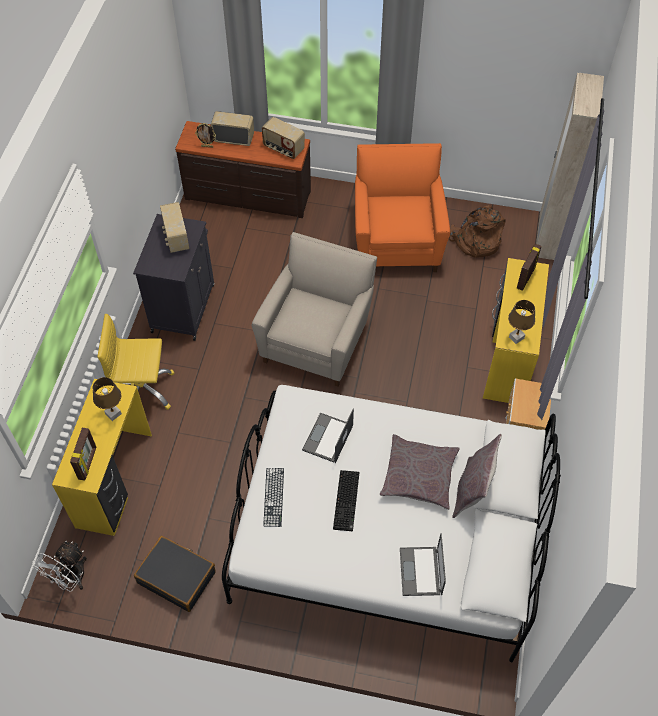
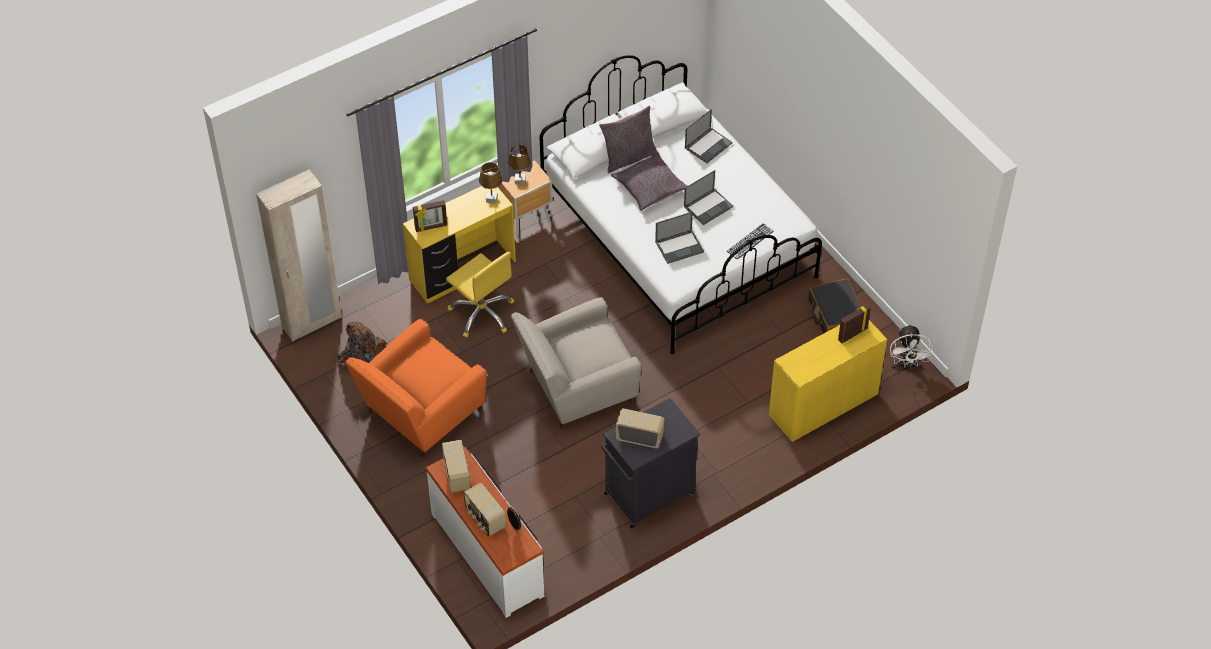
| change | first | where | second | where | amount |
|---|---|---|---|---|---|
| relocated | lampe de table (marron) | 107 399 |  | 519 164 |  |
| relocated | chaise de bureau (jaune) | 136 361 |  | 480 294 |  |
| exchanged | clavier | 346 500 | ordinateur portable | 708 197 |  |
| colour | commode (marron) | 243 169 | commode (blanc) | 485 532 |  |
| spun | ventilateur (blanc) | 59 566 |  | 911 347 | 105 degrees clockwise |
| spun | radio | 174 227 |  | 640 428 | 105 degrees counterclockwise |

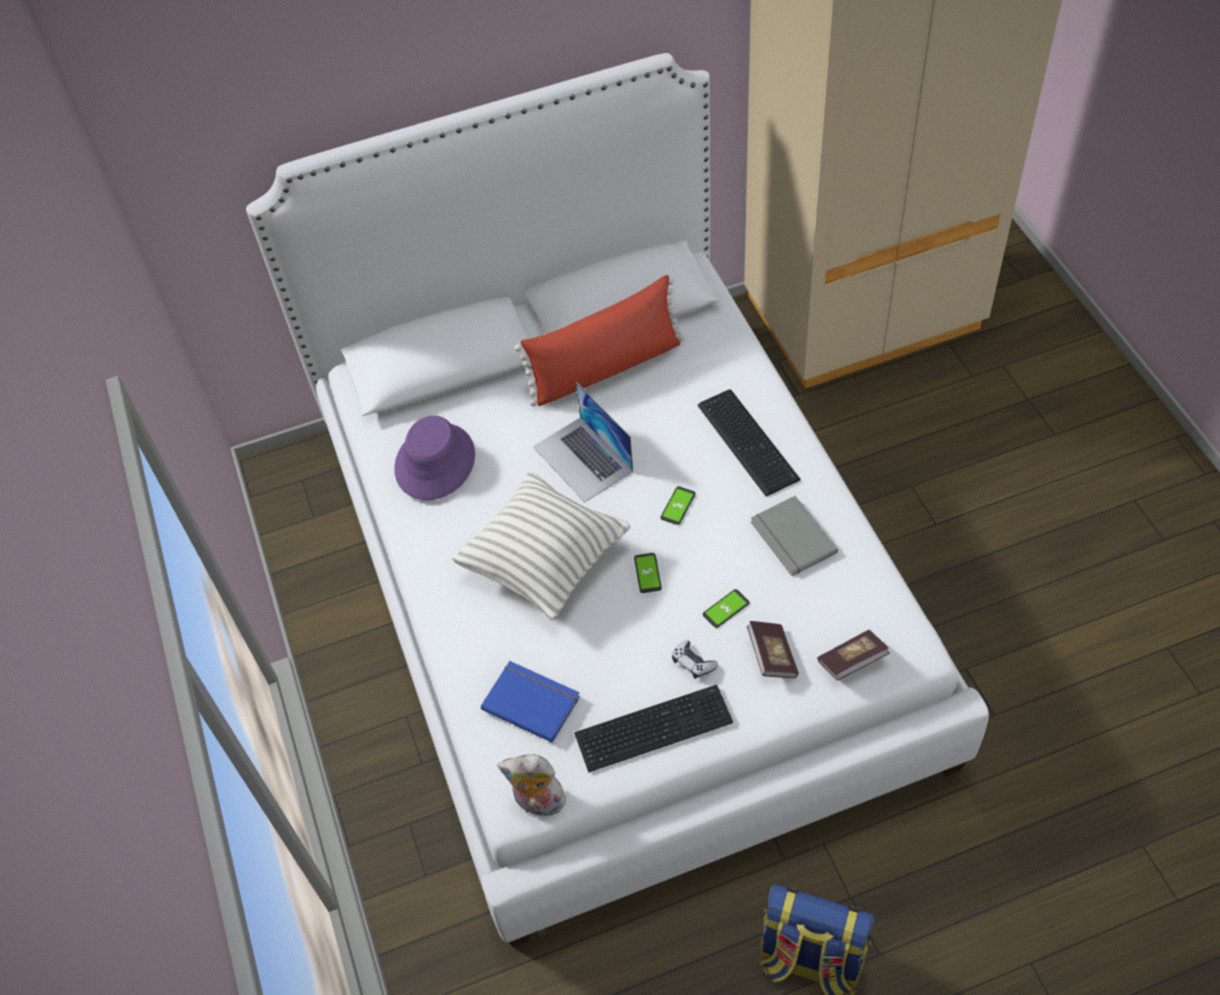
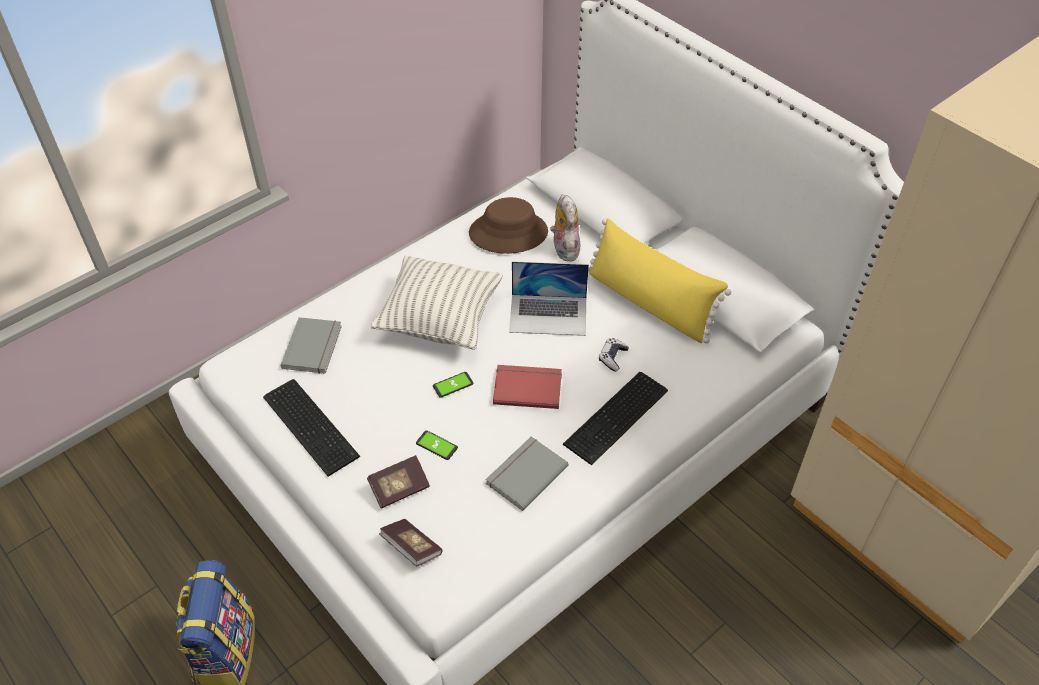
| change | first | where | second | where | amount |
|---|---|---|---|---|---|
| relocated | peluche | 531 785 |  | 565 227 |  |
| relocated | manette | 695 659 |  | 614 354 |  |
| exchanged | téléphone | 678 505 | livre (rouge) | 527 387 |  |
| colour | chapeau (violet) | 434 458 | chapeau (marron) | 508 225 |  |
| colour | livre (bleu) | 530 702 | livre (gris) | 311 345 |  |
| colour | coussin (rouge) | 599 340 | coussin (jaune) | 659 280 |  |
| spun | ordinateur portable | 583 442 |  | 549 299 | 120 degrees counterclockwise |

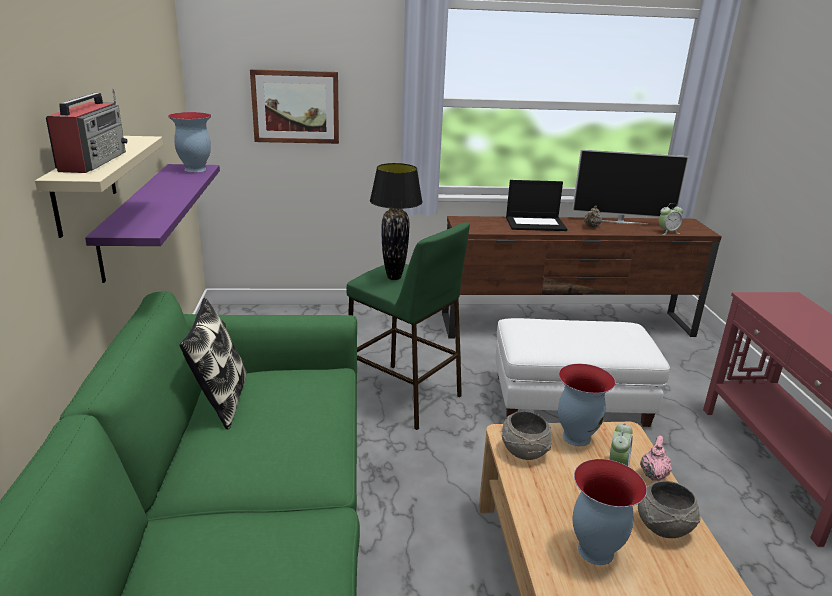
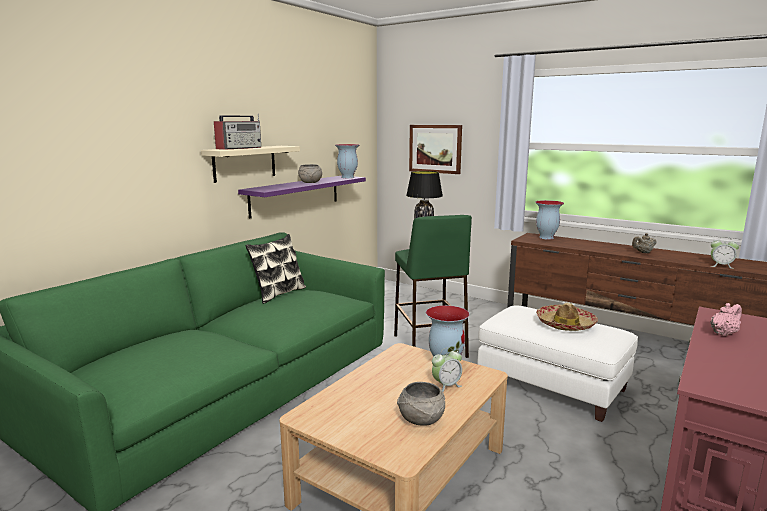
| change | first | where | second | where | amount |
|---|---|---|---|---|---|
| missing | ordinateur portable | 536 205 |  |  |  |
| missing | téléviseur | 630 186 |  |  |  |
| appeared |  |  | chapeau | 567 317 |  |
| relocated | bol (gris) | 527 435 |  | 310 173 |  |
| relocated | vase | 610 512 |  | 549 220 |  |
| relocated | théière (rose) | 656 458 |  | 726 319 |  |

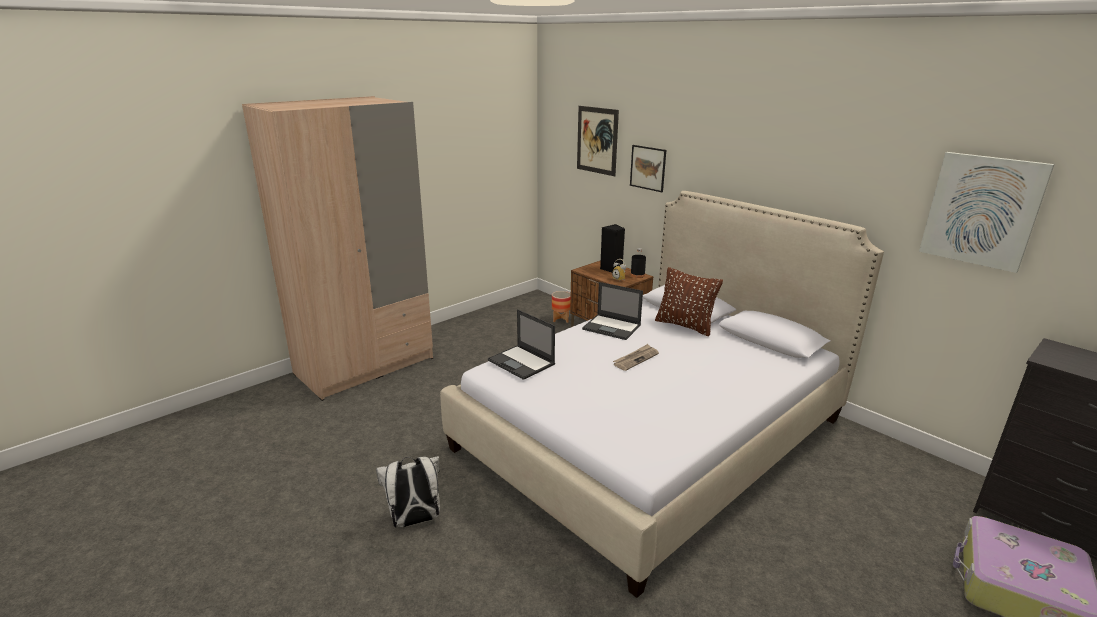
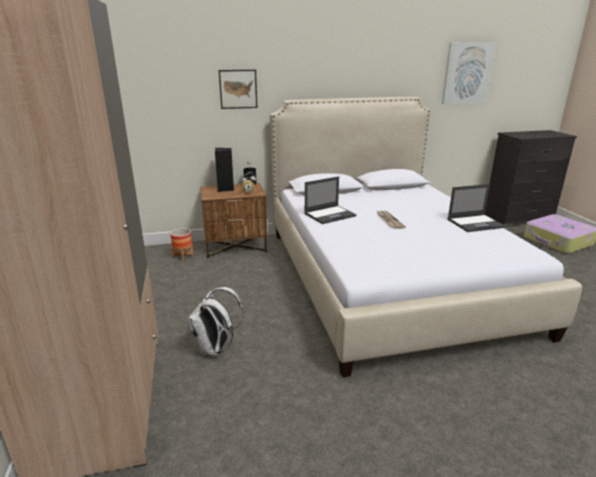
| change | first | where | second | where | amount |
|---|---|---|---|---|---|
| missing | tableau | 598 141 |  |  |  |
| missing | coussin (marron) | 689 301 |  |  |  |
| relocated | sac à dos (blanc) | 408 492 |  | 216 321 |  |
| relocated | ordinateur portable | 521 344 |  | 477 208 |  |

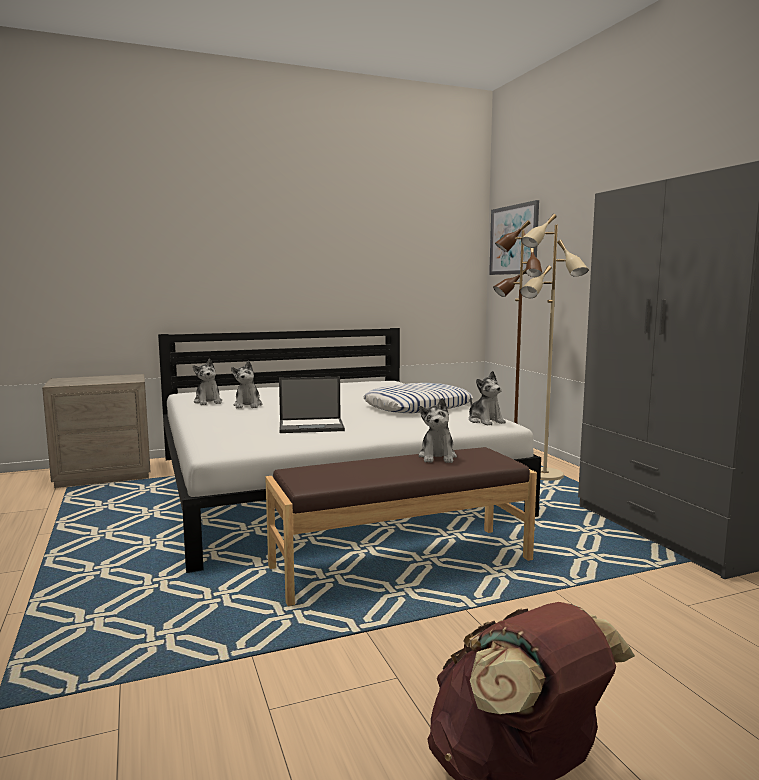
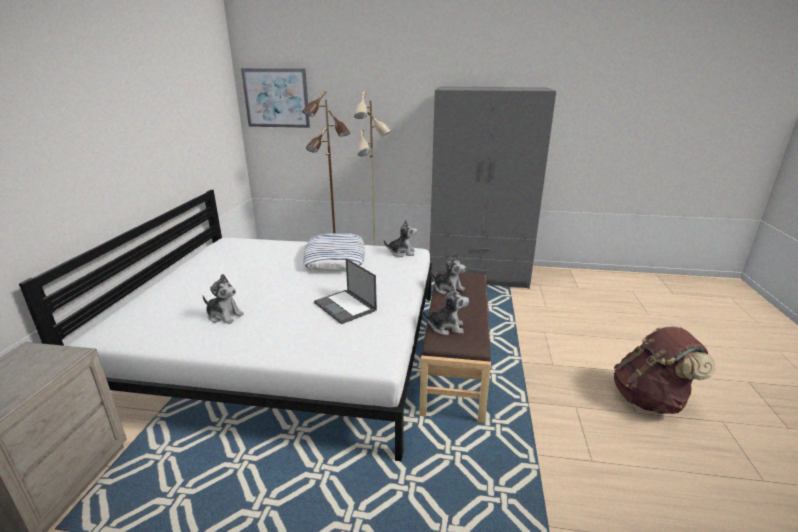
| change | first | where | second | where | amount |
|---|---|---|---|---|---|
| relocated | peluche | 207 382 |  | 445 310 |  |
| spun | ordinateur portable | 312 405 |  | 345 291 | 120 degrees clockwise |

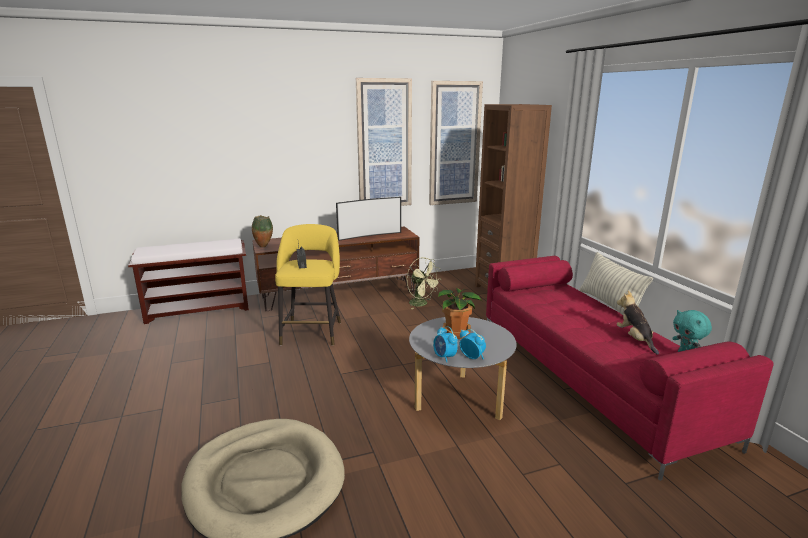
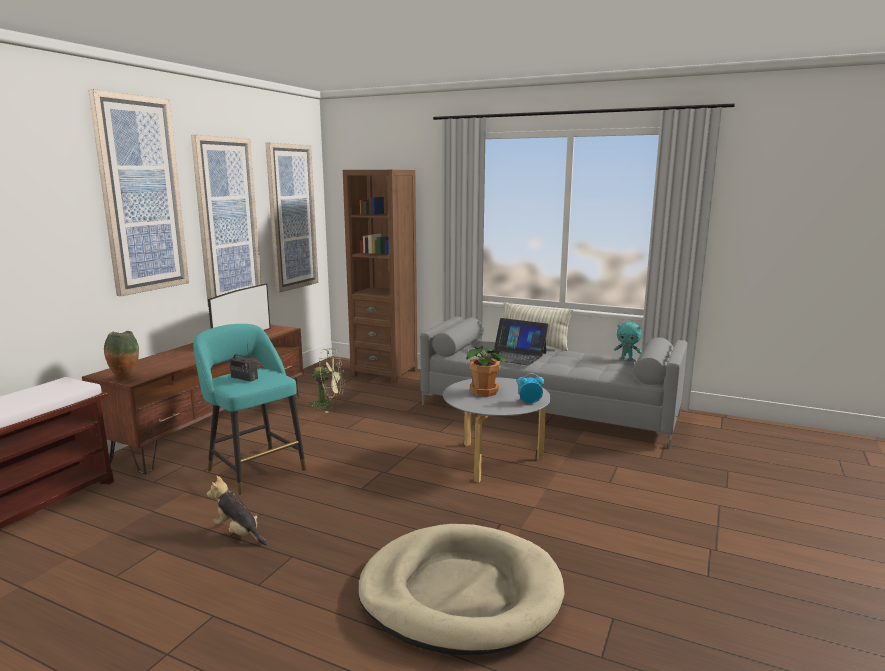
| change | first | where | second | where | amount |
|---|---|---|---|---|---|
| missing | réveil | 445 344 |  |  |  |
| appeared |  |  | tableau | 138 192 |  |
| appeared |  |  | ordinateur portable | 514 342 |  |
| relocated | peluche | 638 322 |  | 237 510 |  |
| colour | tabouret (jaune) | 308 285 | tabouret (turquoise) | 249 409 |  |
| colour | canapé (rouge) | 629 368 | canapé (gris) | 554 382 |  |

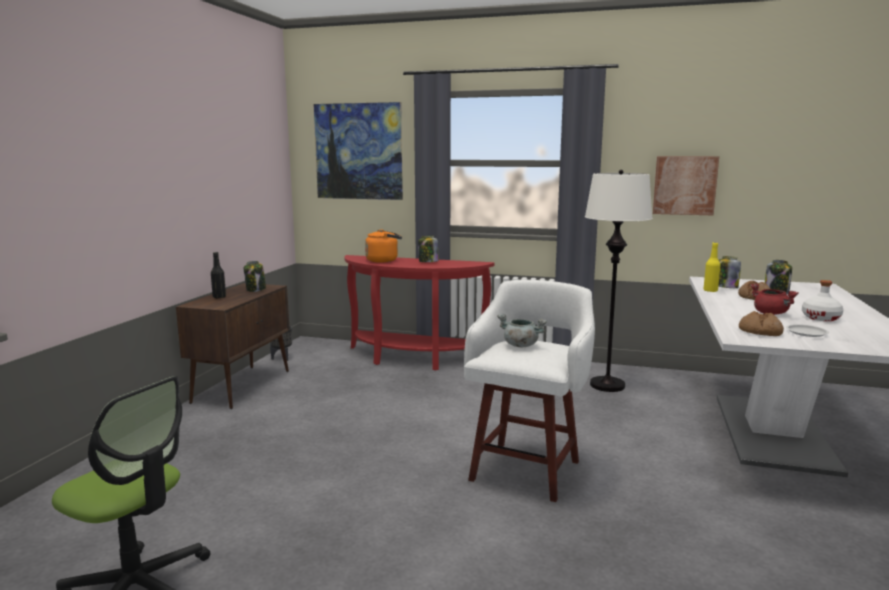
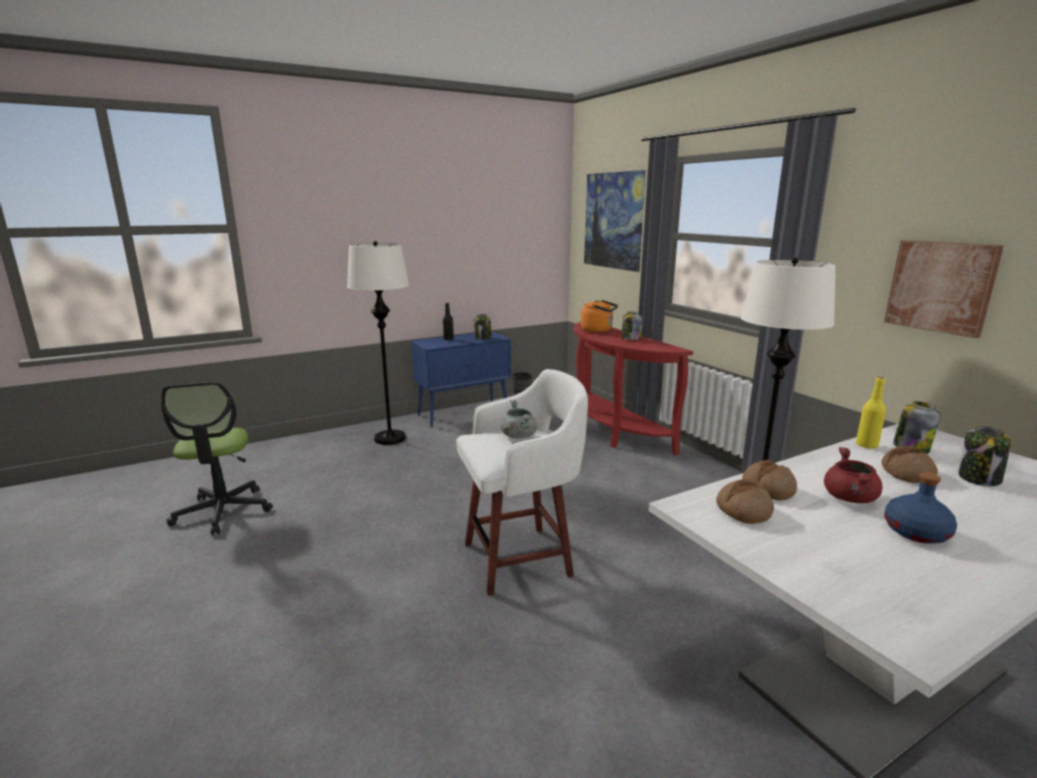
| change | first | where | second | where | amount |
|---|---|---|---|---|---|
| missing | assiette (blanc) | 807 330 |  |  |  |
| appeared |  |  | lampadaire (blanc) | 378 343 |  |
| appeared |  |  | pain | 769 480 |  |
| colour | meuble de rangement (marron) | 233 346 | meuble de rangement (bleu) | 461 379 |  |
| colour | bouteille (blanc) | 822 300 | bouteille (bleu) | 920 508 |  |

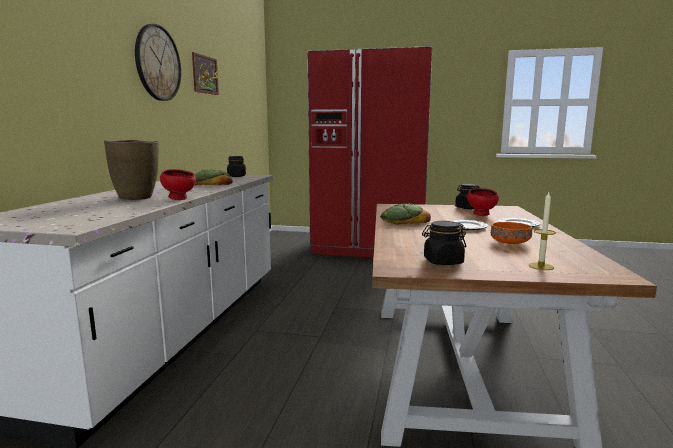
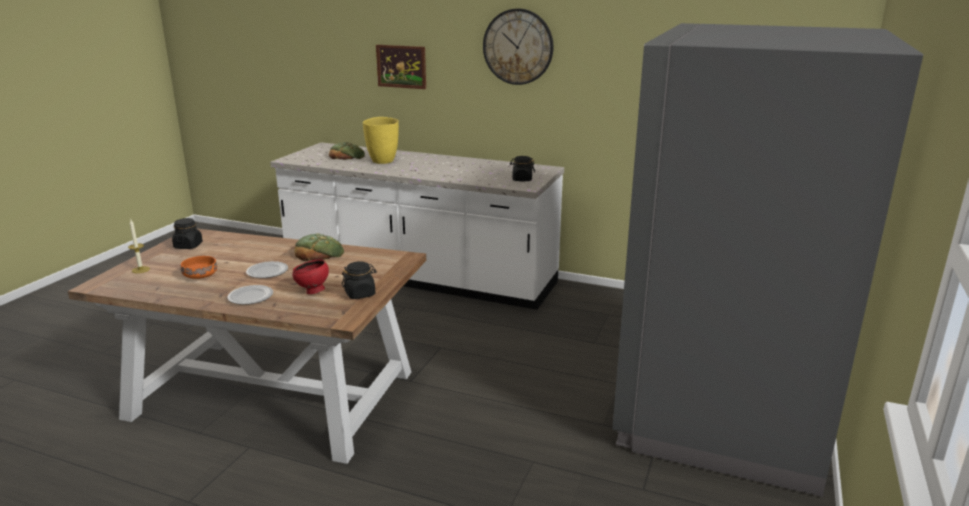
| change | first | where | second | where | amount |
|---|---|---|---|---|---|
| missing | bol (rouge) | 178 184 |  |  |  |
| relocated | tableau | 205 73 |  | 401 67 |  |
| relocated | pain | 214 177 |  | 347 151 |  |
| colour | vase (marron) | 131 170 | vase (jaune) | 381 140 |  |
| colour | réfrigérateur (rouge) | 369 152 | réfrigérateur (gris) | 767 260 |  |

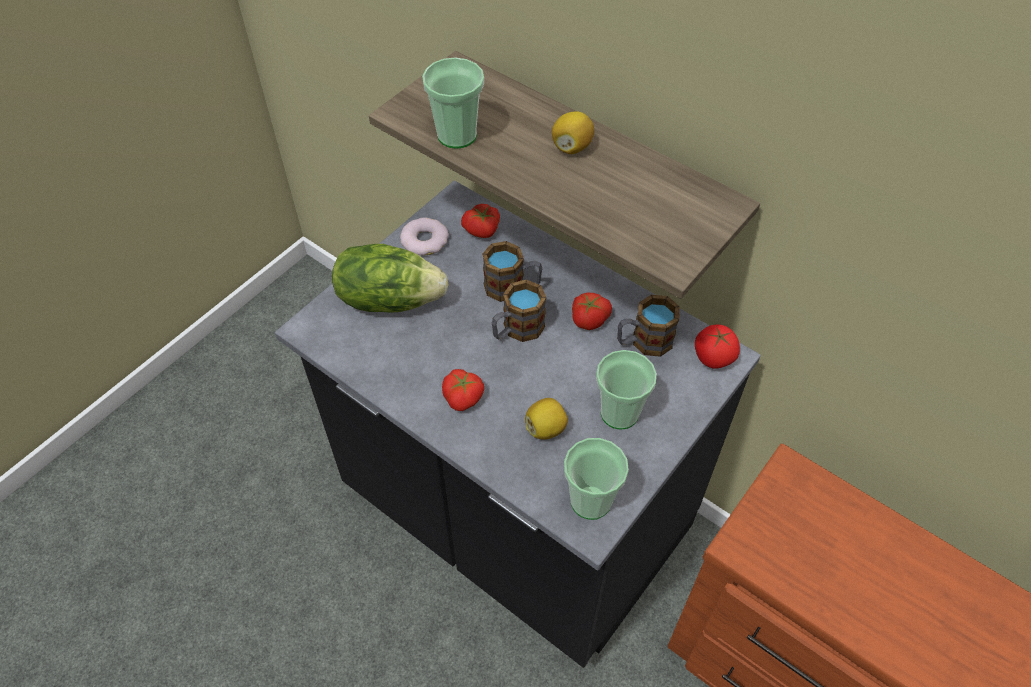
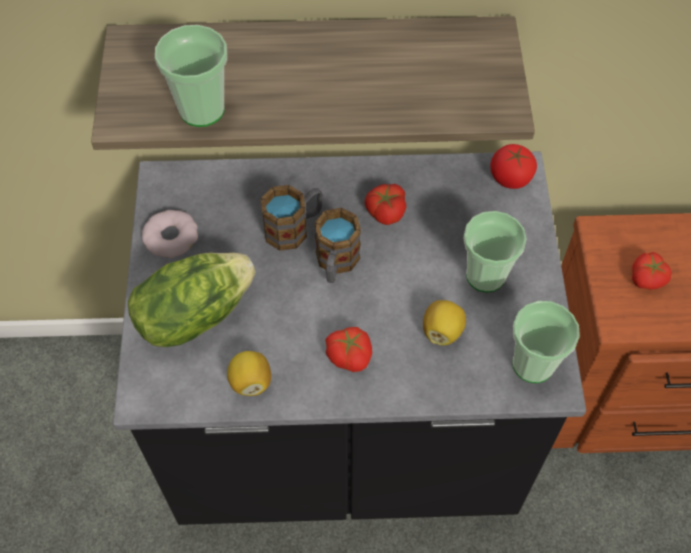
| change | first | where | second | where | amount |
|---|---|---|---|---|---|
| missing | mug | 648 326 |  |  |  |
| relocated | tomate | 480 221 |  | 652 271 |  |
| relocated | citron | 573 132 |  | 249 373 |  |

